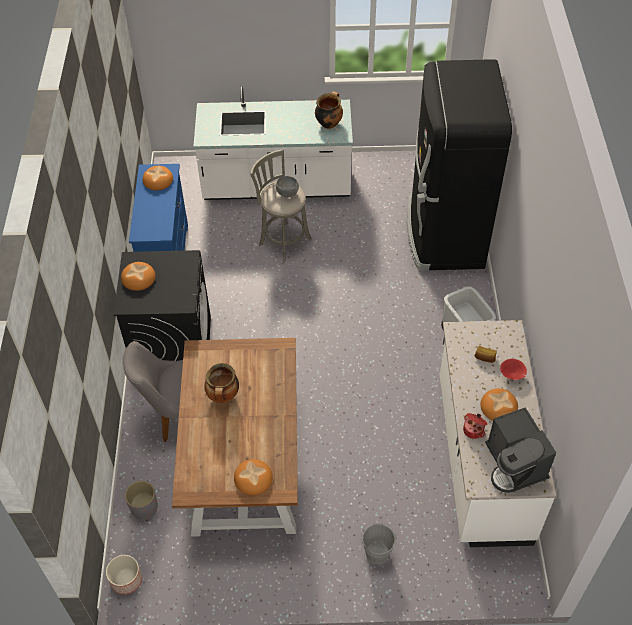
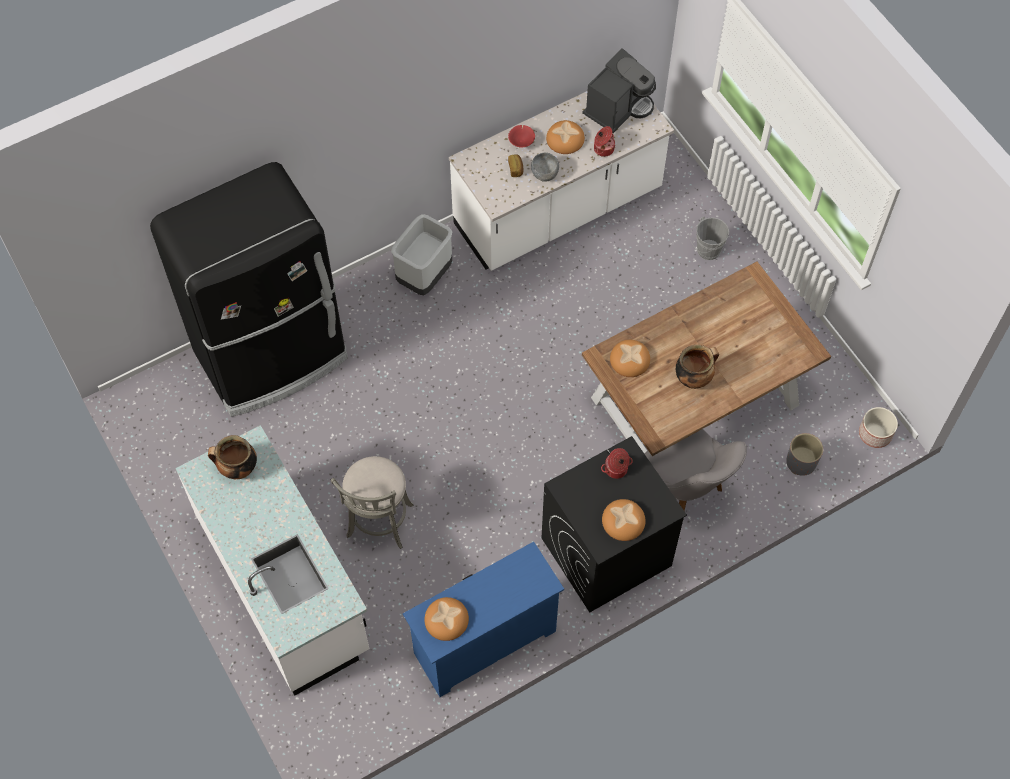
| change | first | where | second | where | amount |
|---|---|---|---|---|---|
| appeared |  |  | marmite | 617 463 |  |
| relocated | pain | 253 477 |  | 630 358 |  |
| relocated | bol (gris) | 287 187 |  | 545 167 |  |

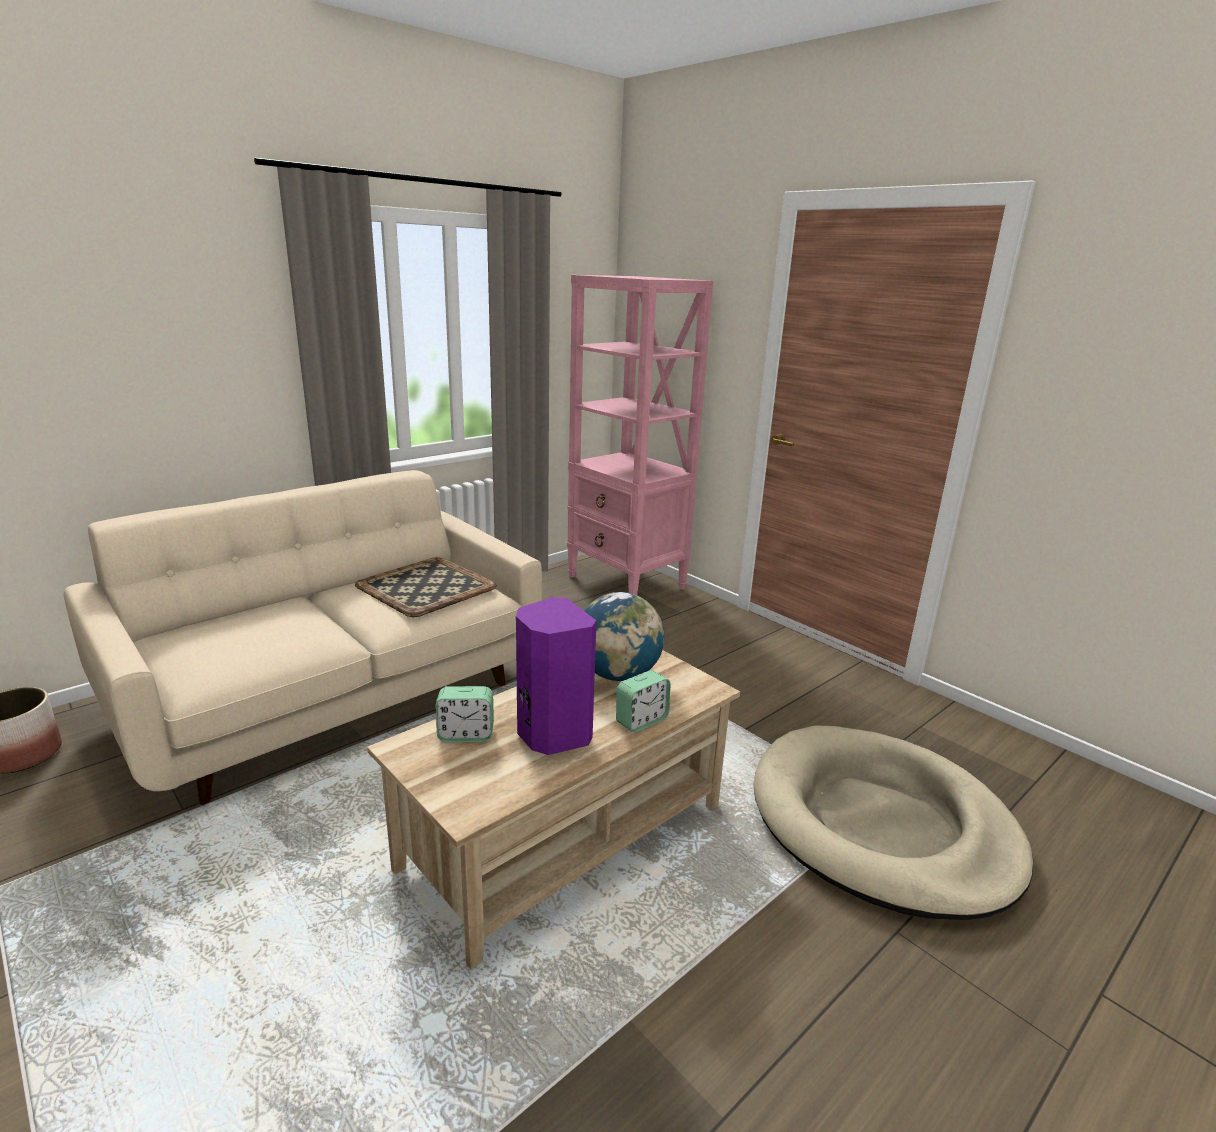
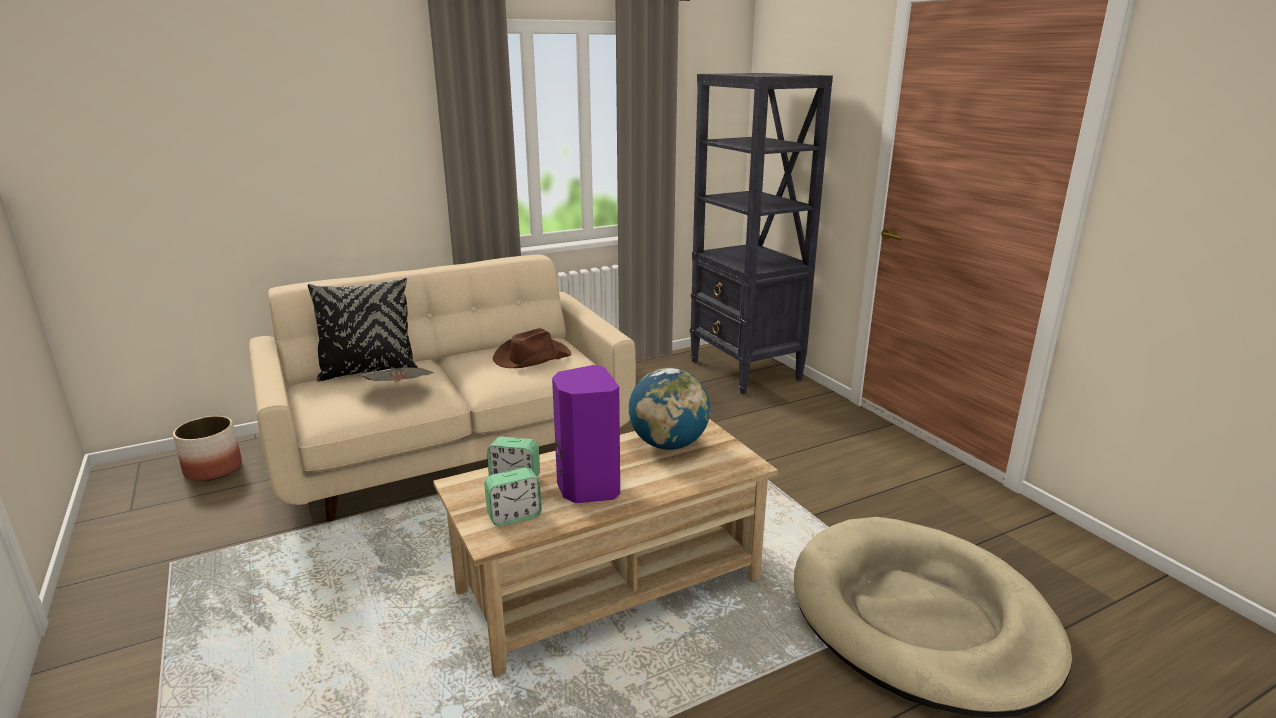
| change | first | where | second | where | amount |
|---|---|---|---|---|---|
| appeared |  |  | coussin (noir) | 363 329 |  |
| appeared |  |  | journal | 396 374 |  |
| relocated | réveil | 643 701 |  | 513 496 |  |
| exchanged | plateau | 426 587 | chapeau (marron) | 532 348 |  |
| colour | bibliothèque (rose) | 640 435 | bibliothèque (noir) | 761 233 |  |

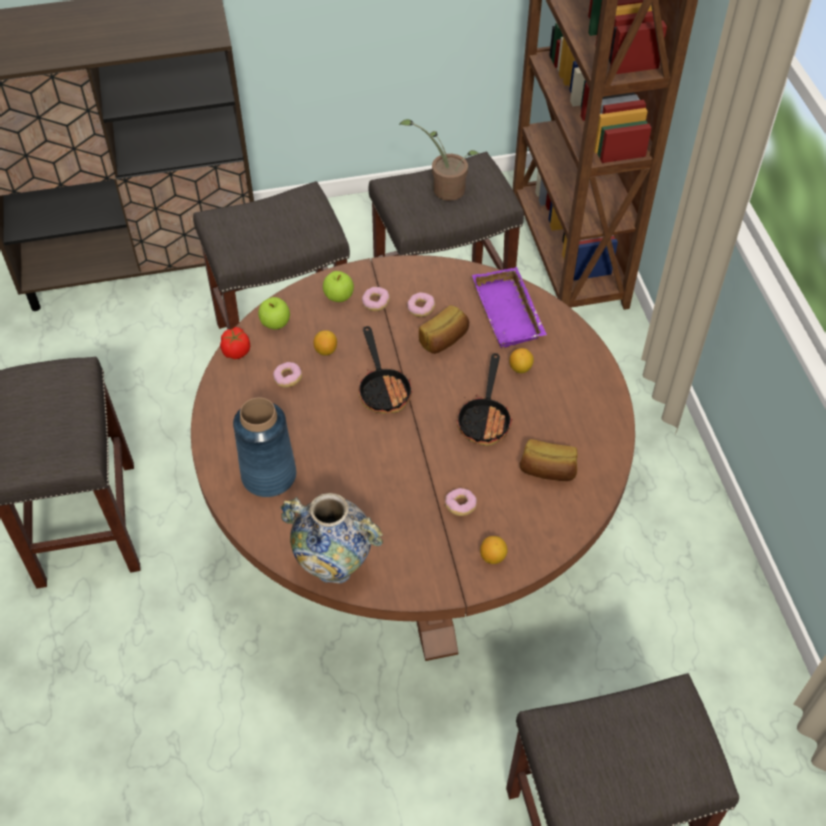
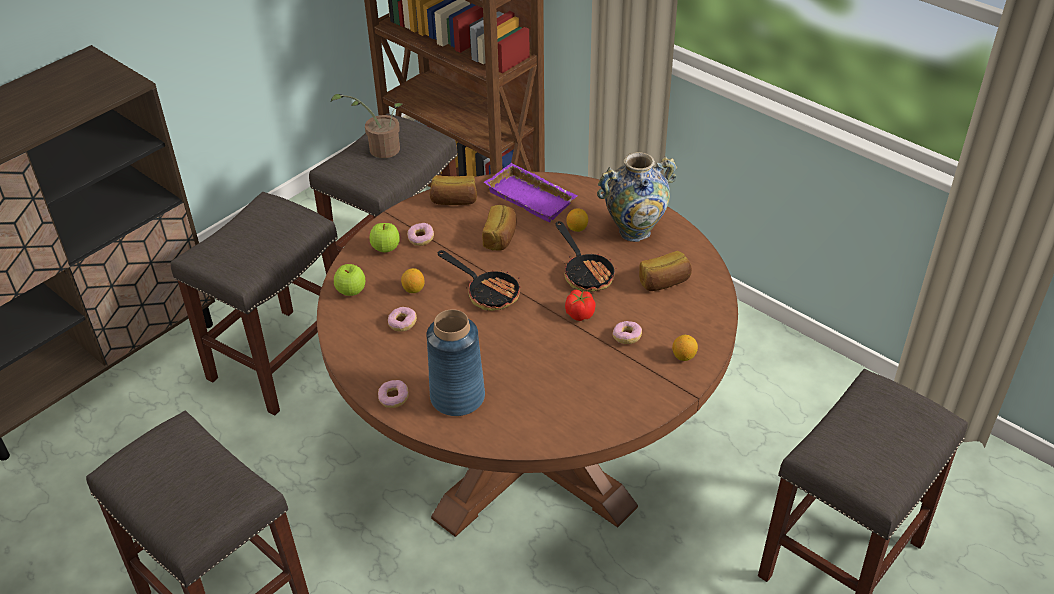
| change | first | where | second | where | amount |
|---|---|---|---|---|---|
| appeared |  |  | pain | 453 190 |  |
| relocated | tomate | 235 343 |  | 580 305 |  |
| relocated | vase | 331 538 |  | 637 197 |  |
| relocated | beignet | 421 304 |  | 393 394 |  |

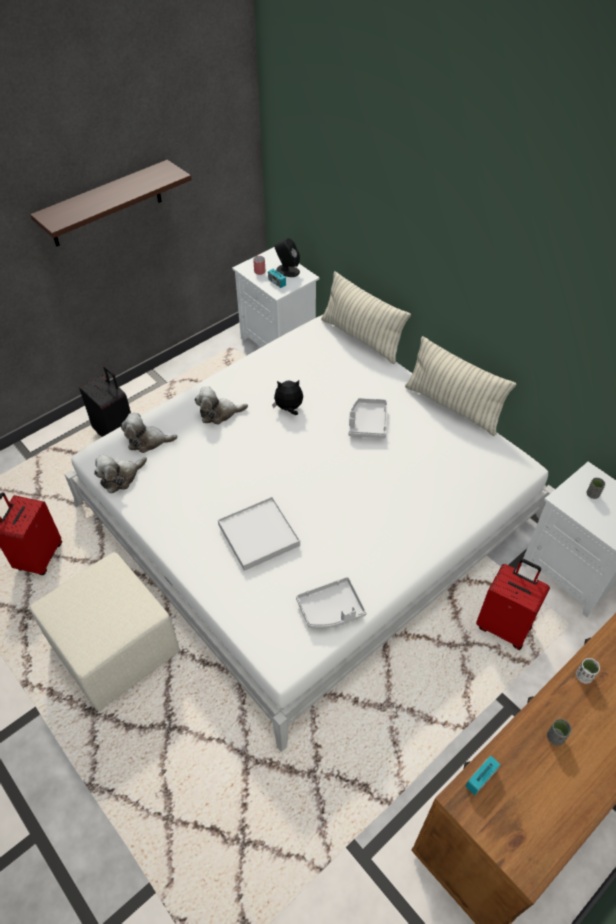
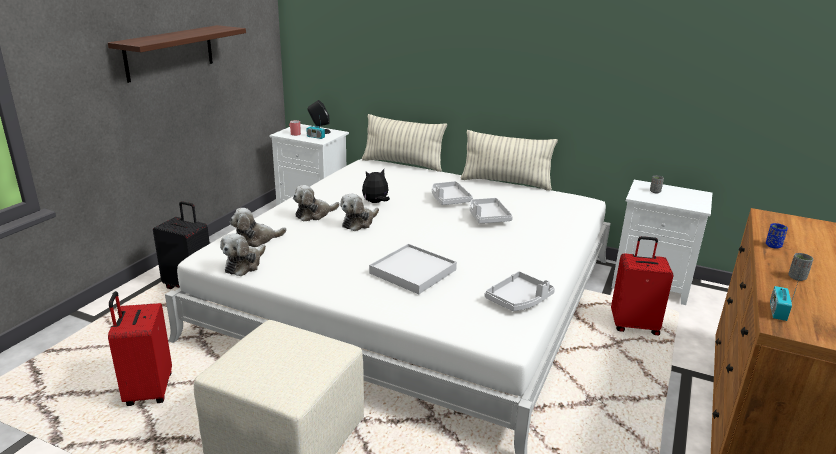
| change | first | where | second | where | amount |
|---|---|---|---|---|---|
| appeared |  |  | peluche | 359 212 |  |
| appeared |  |  | plateau (gris) | 491 210 |  |
| colour | tasse (blanc) | 588 671 | tasse (bleu) | 777 236 |  |

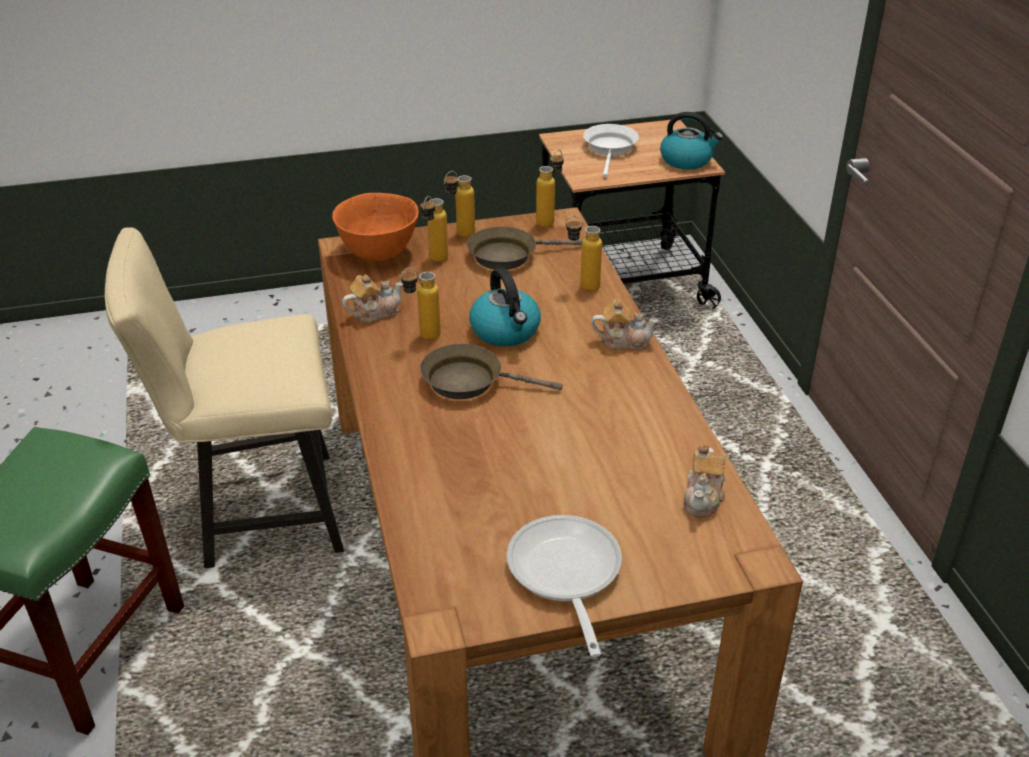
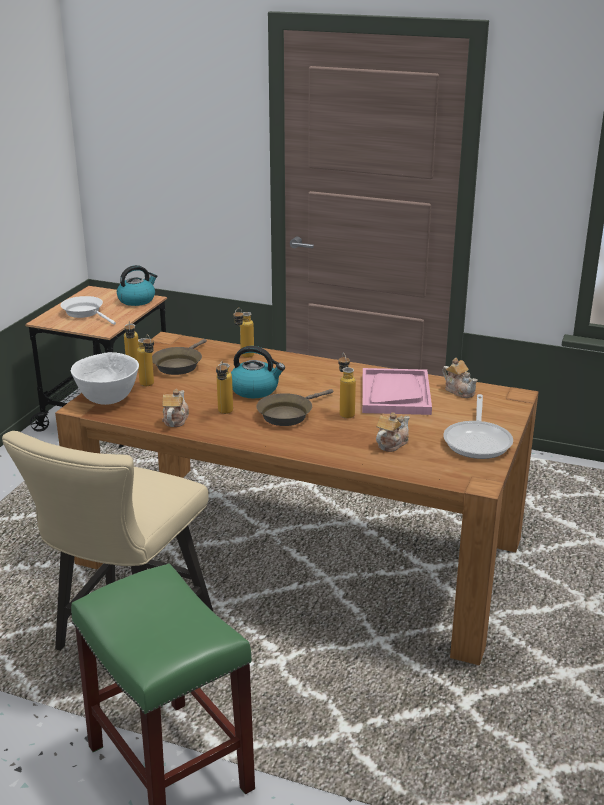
| change | first | where | second | where | amount |
|---|---|---|---|---|---|
| appeared |  |  | plateau (rose) | 397 391 |  |
| relocated | bouteille | 550 188 |  | 347 385 |  |
| relocated | théière | 625 324 |  | 393 432 |  |
| colour | bol (orange) | 375 227 | bol (blanc) | 105 378 |  |
| spun | poêle | 564 586 |  | 478 426 | 105 degrees counterclockwise |

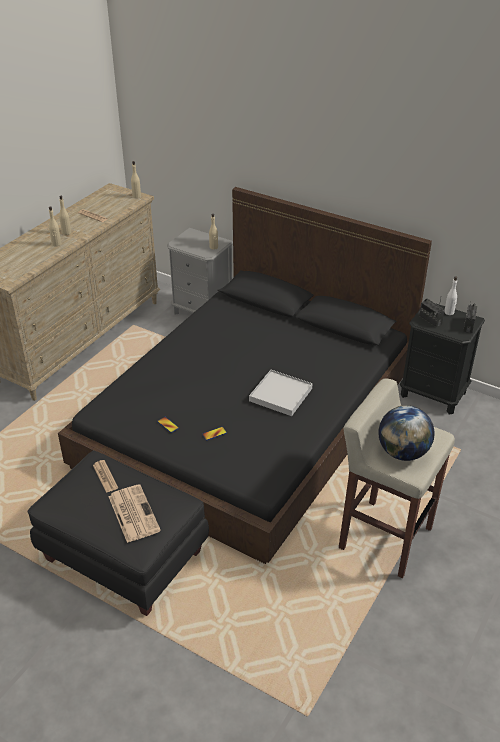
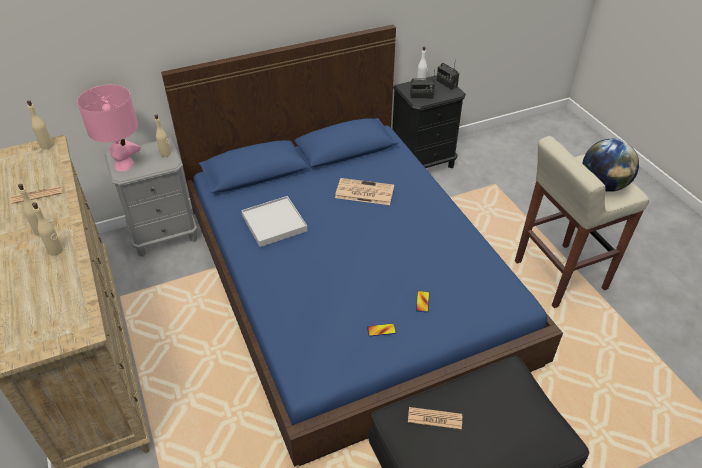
| change | first | where | second | where | amount |
|---|---|---|---|---|---|
| appeared |  |  | lampe de table (rose) | 109 128 |  |
| relocated | journal | 135 513 |  | 364 191 |  |
| relocated | plateau (blanc) | 281 393 |  | 274 221 |  |
| colour | lit (noir) | 245 375 | lit (bleu) | 362 246 |  |

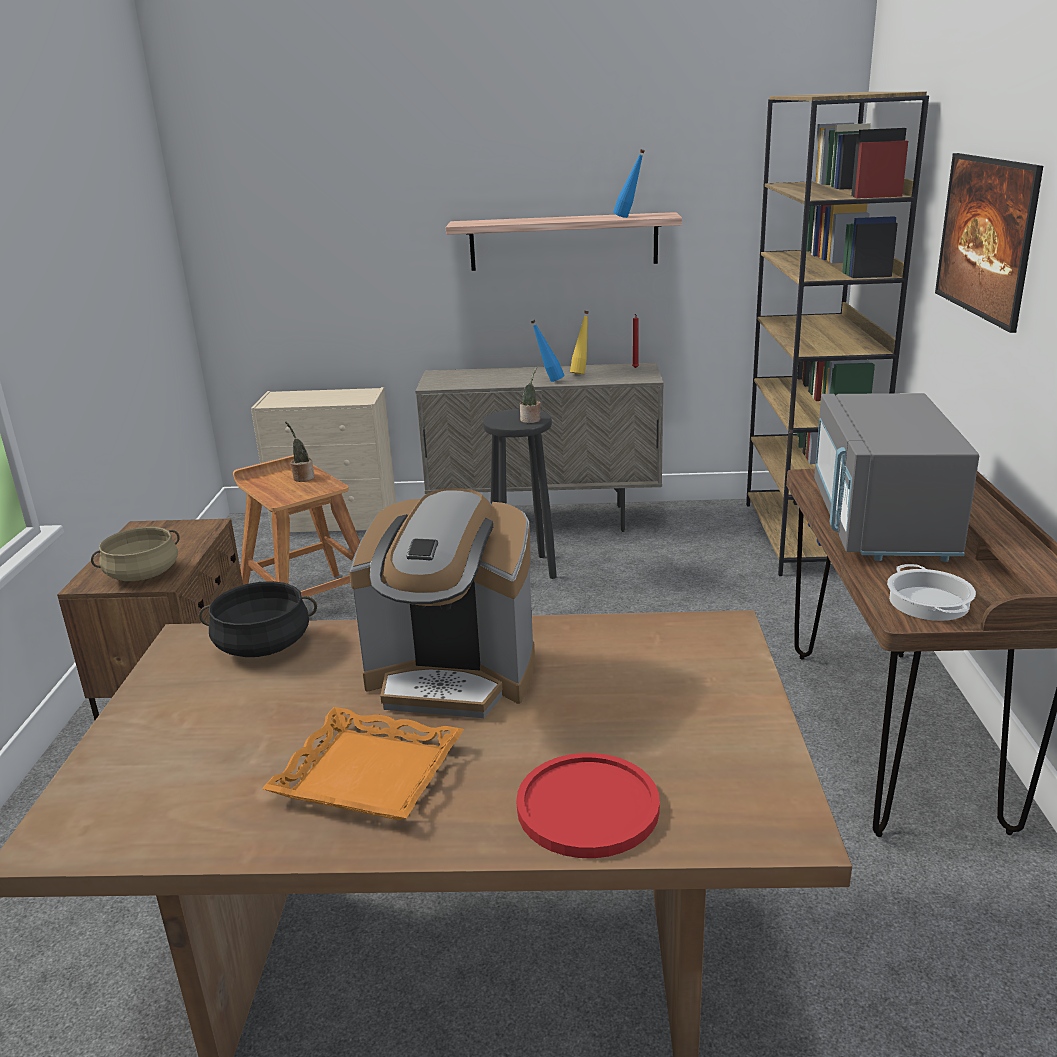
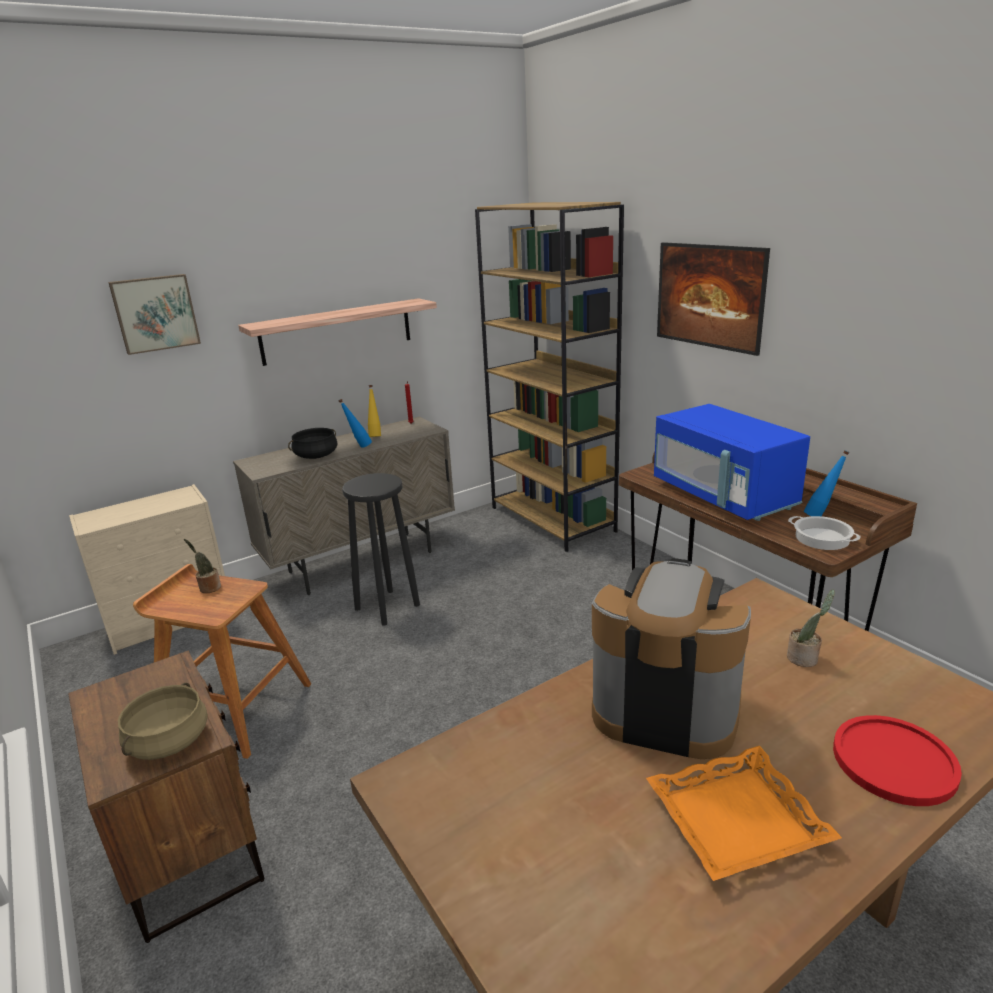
| change | first | where | second | where | amount |
|---|---|---|---|---|---|
| appeared |  |  | tableau | 154 314 |  |
| relocated | marmite (noir) | 258 619 |  | 313 443 |  |
| relocated | plante en pot | 530 395 |  | 811 628 |  |
| relocated | bouteille (bleu) | 629 183 |  | 827 483 |  |
| colour | micro-ondes (gris) | 896 477 | micro-ondes (bleu) | 732 462 |  |
| spun | machine à café | 442 603 |  | 671 658 | 135 degrees counterclockwise |

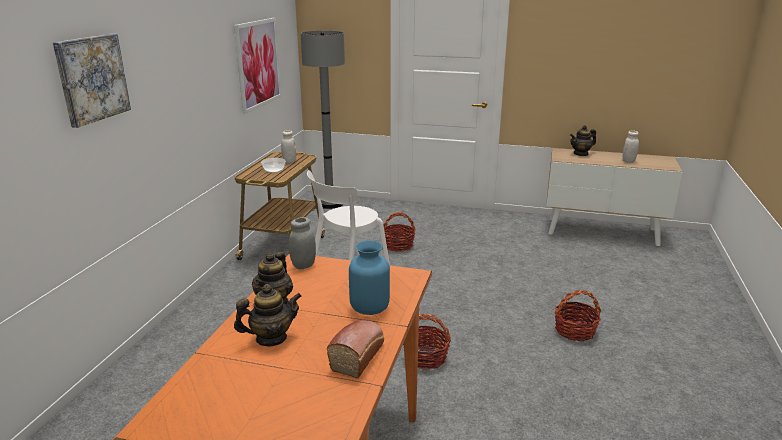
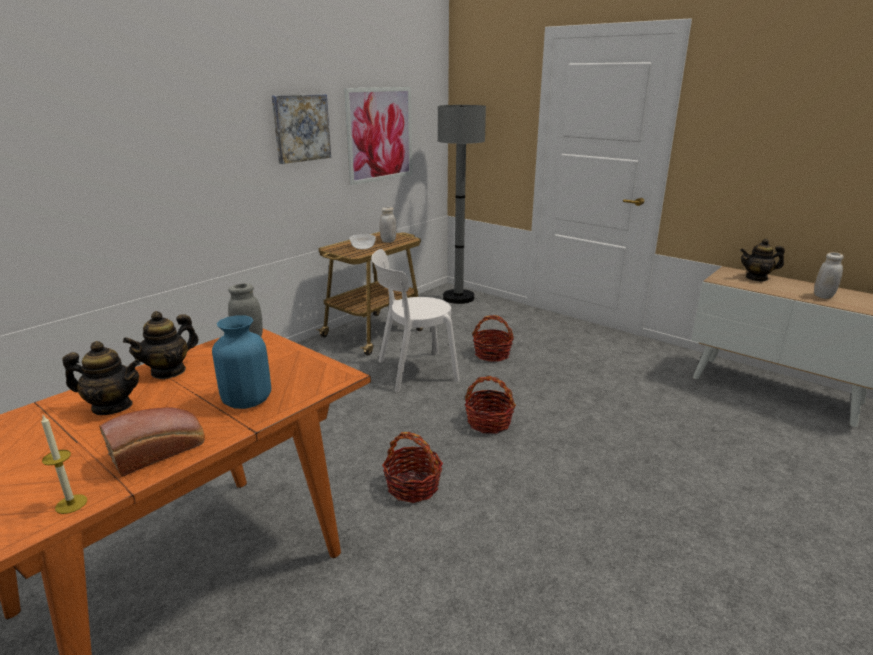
| change | first | where | second | where | amount |
|---|---|---|---|---|---|
| appeared |  |  | bougie | 64 464 |  |
| relocated | tableau | 92 80 |  | 301 129 |  |
| relocated | panier | 577 315 |  | 490 404 |  |

